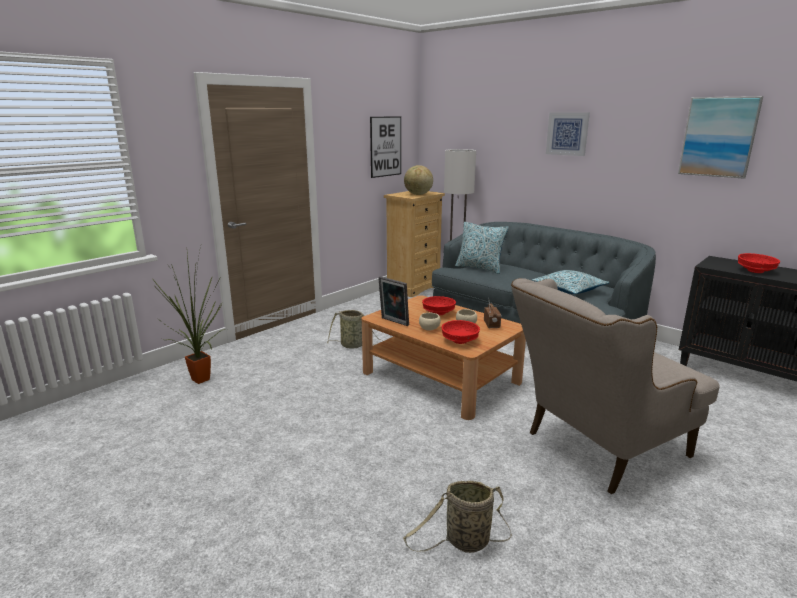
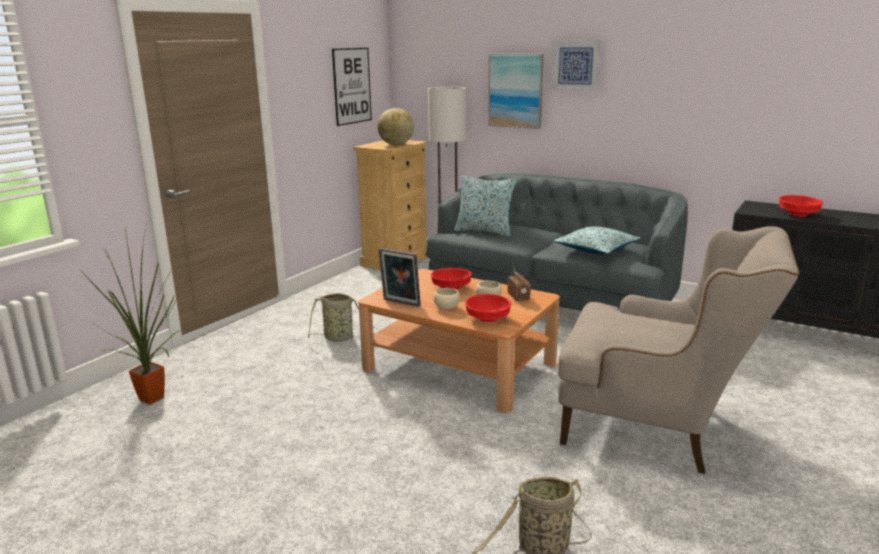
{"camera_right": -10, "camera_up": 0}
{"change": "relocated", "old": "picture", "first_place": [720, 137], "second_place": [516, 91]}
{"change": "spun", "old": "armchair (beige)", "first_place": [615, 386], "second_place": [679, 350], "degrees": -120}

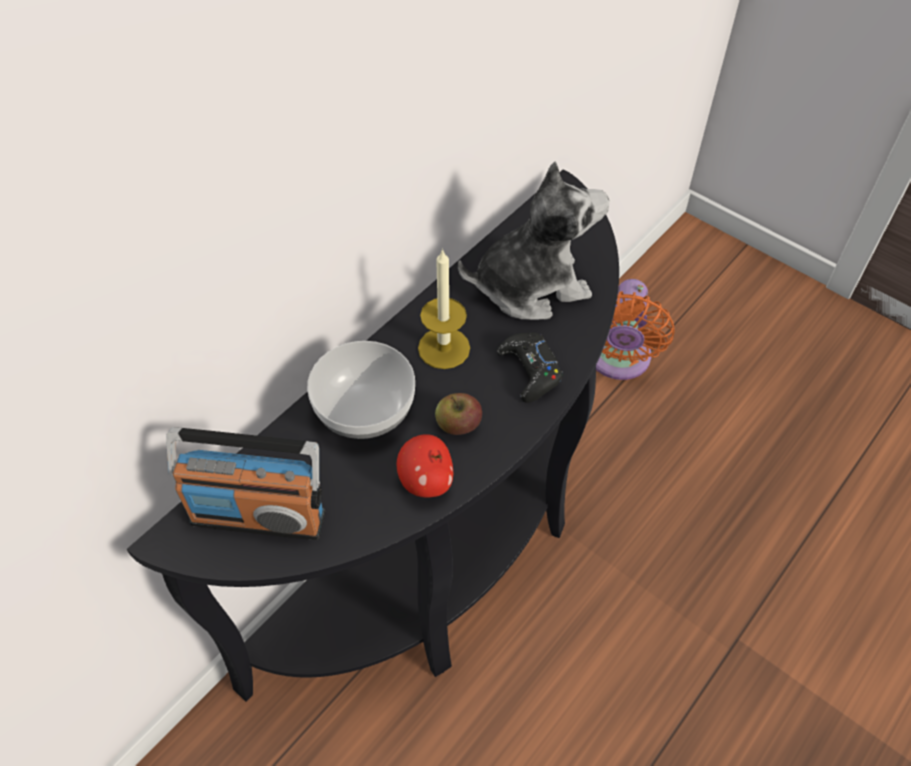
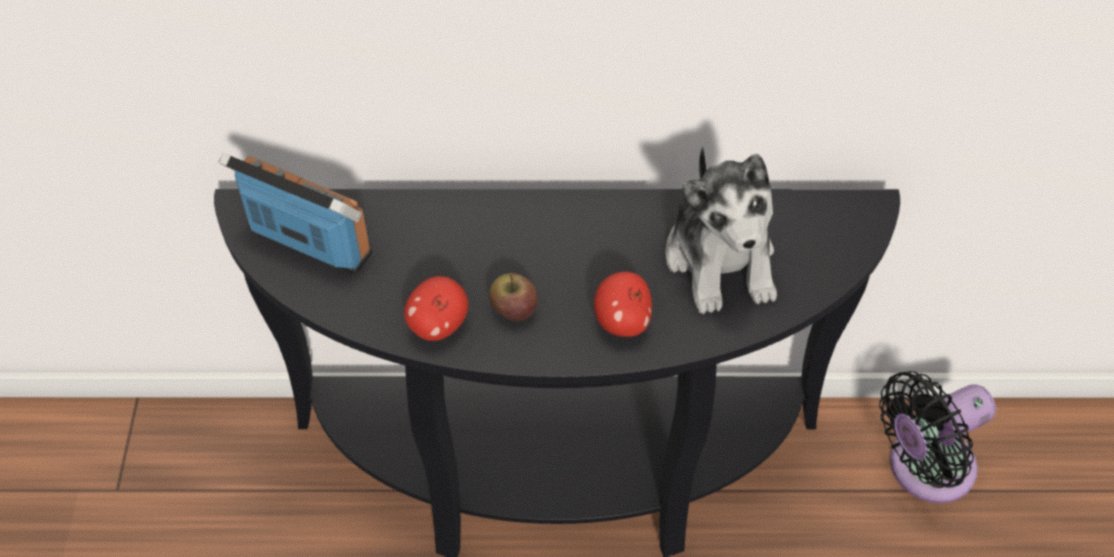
{"camera_right": 50, "camera_up": 0}
{"change": "spun", "old": "radio", "first_place": [245, 483], "second_place": [295, 214], "degrees": 150}
{"change": "exchanged", "old": "game controller (black)", "new": "apple", "first_place": [530, 367], "second_place": [623, 304]}
{"change": "spun", "old": "plush toy", "first_place": [533, 241], "second_place": [721, 230], "degrees": 45}
{"change": "colour", "old": "fan (orange)", "new": "fan (black)", "first_place": [635, 329], "second_place": [937, 437]}
{"change": "missing", "old": "bowl", "first_place": [361, 390]}
{"change": "missing", "old": "candle", "first_place": [444, 308]}

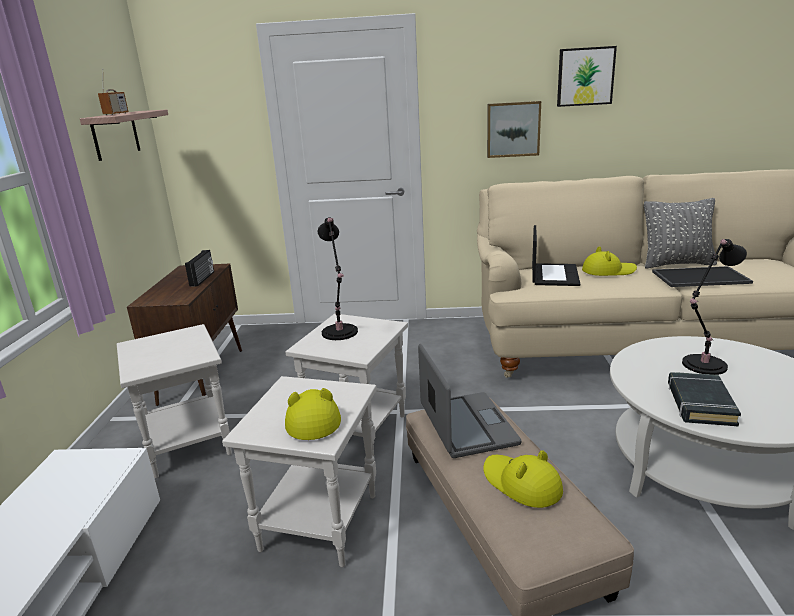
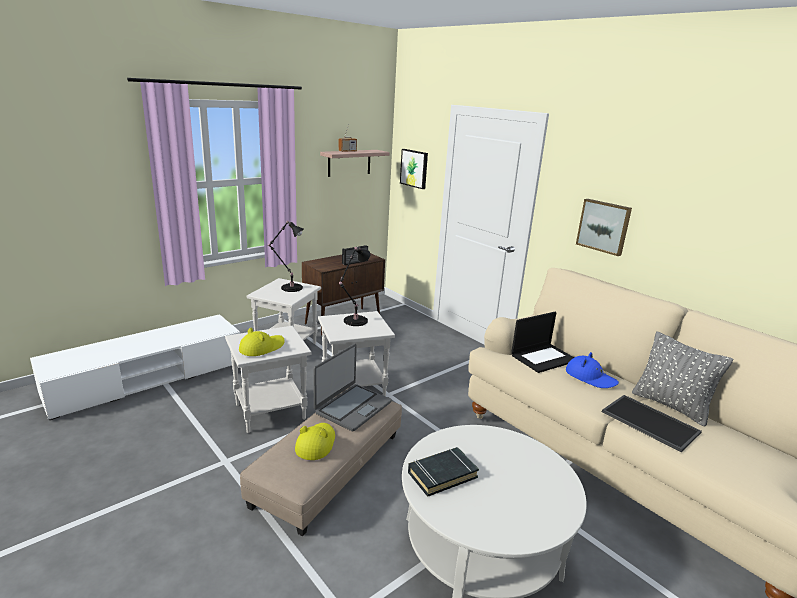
{"camera_right": 45, "camera_up": 0}
{"change": "relocated", "old": "table lamp (black)", "first_place": [714, 307], "second_place": [286, 256]}
{"change": "relocated", "old": "picture", "first_place": [587, 76], "second_place": [414, 169]}
{"change": "colour", "old": "hat (yellow)", "new": "hat (blue)", "first_place": [609, 261], "second_place": [592, 370]}

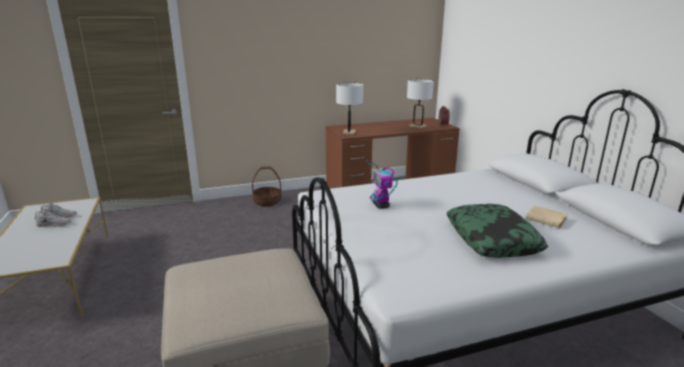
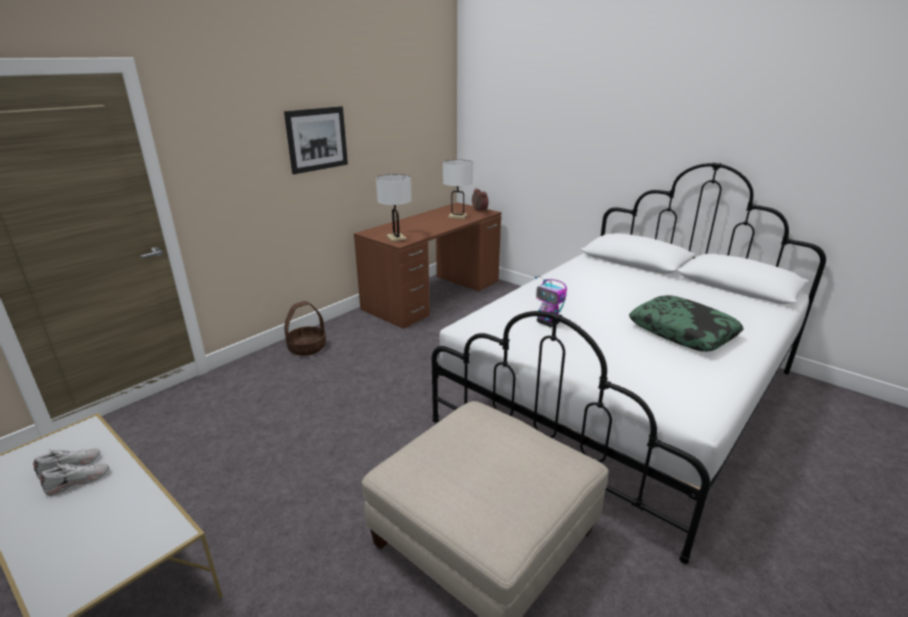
{"camera_right": -30, "camera_up": 5}
{"change": "appeared", "new": "picture", "second_place": [316, 140]}
{"change": "missing", "old": "book (beige)", "first_place": [546, 216]}

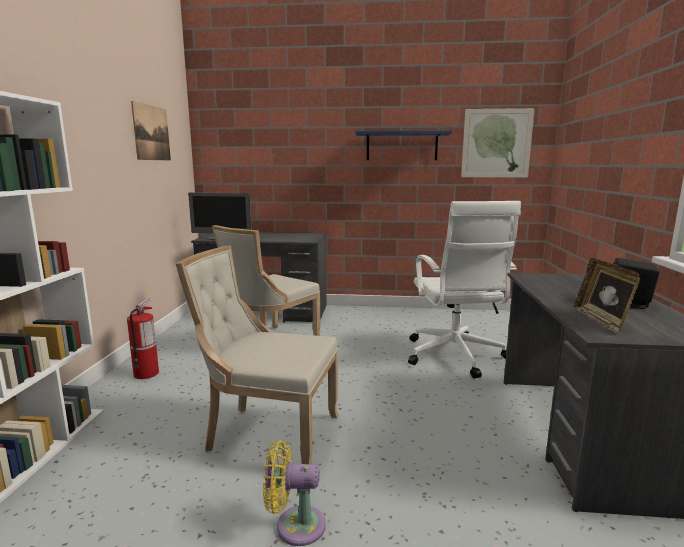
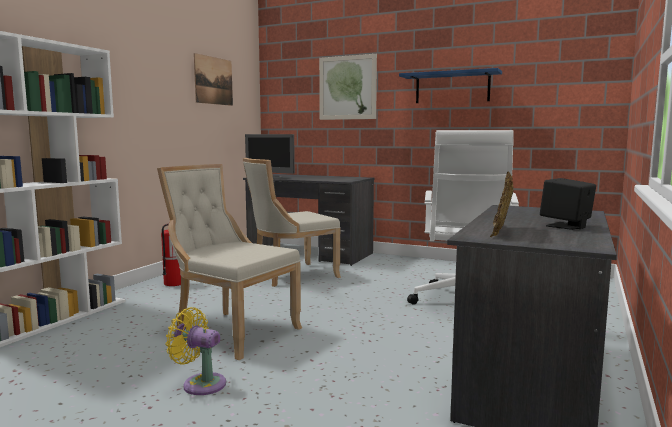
{"camera_right": 20, "camera_up": -5}
{"change": "relocated", "old": "picture", "first_place": [498, 142], "second_place": [348, 87]}

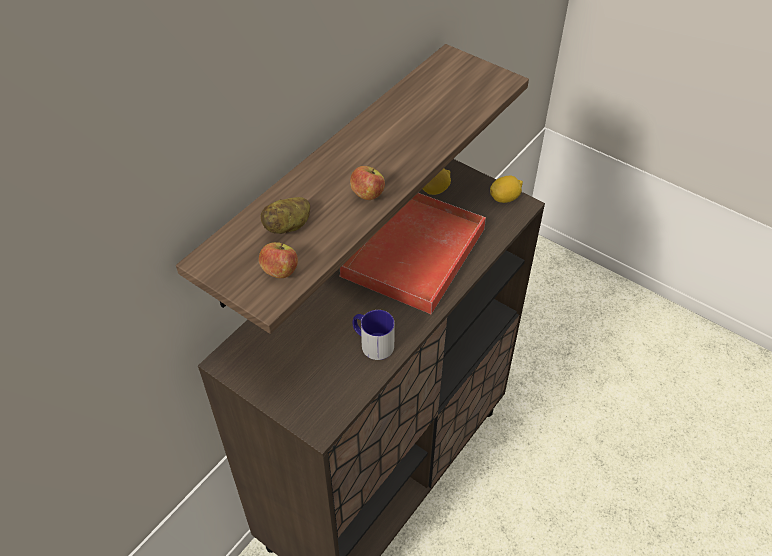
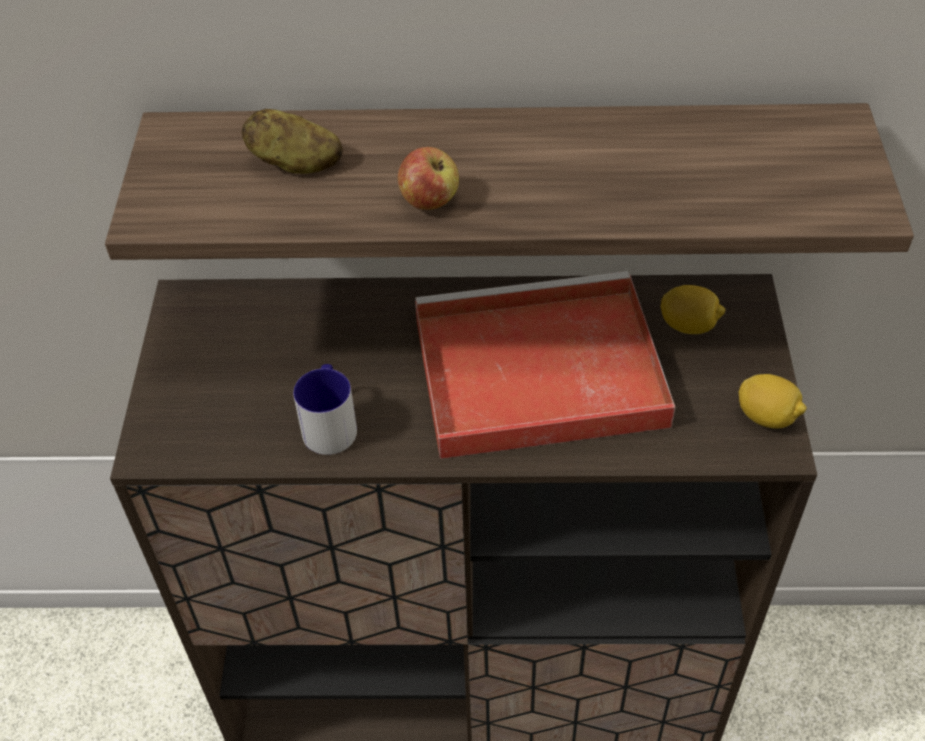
{"camera_right": 55, "camera_up": 0}
{"change": "missing", "old": "apple", "first_place": [278, 260]}

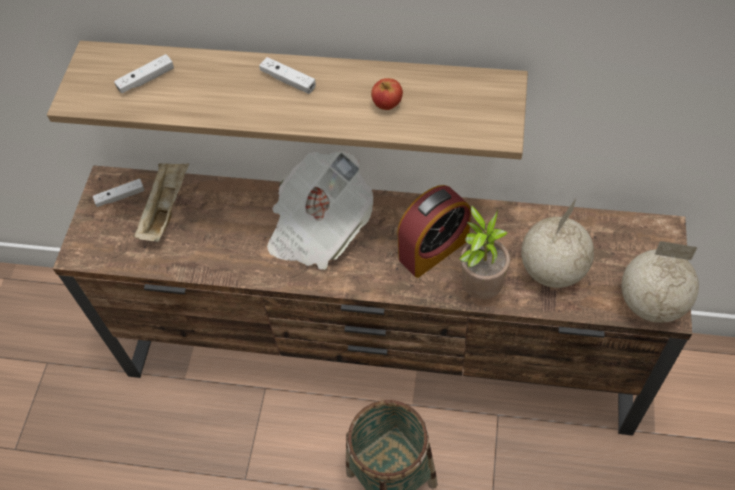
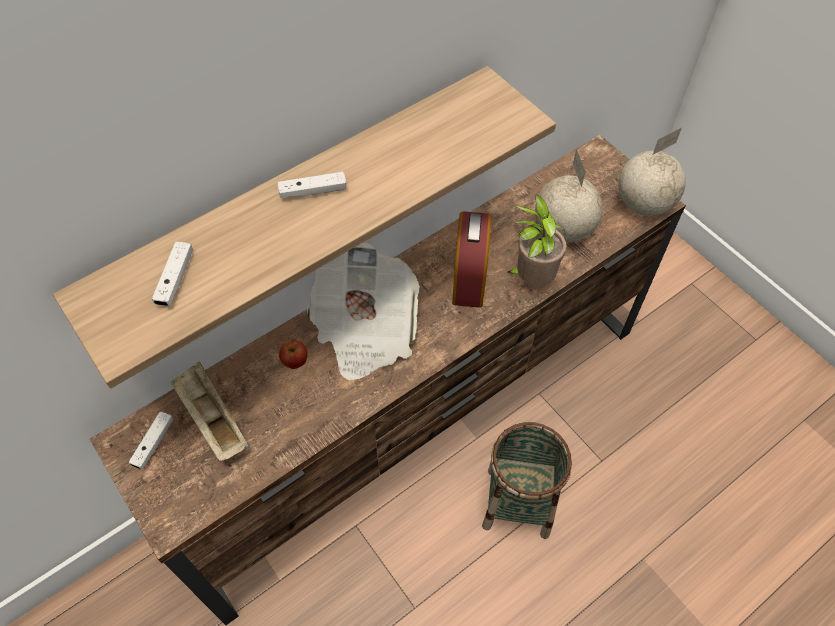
{"camera_right": -50, "camera_up": 0}
{"change": "relocated", "old": "apple", "first_place": [387, 94], "second_place": [293, 354]}

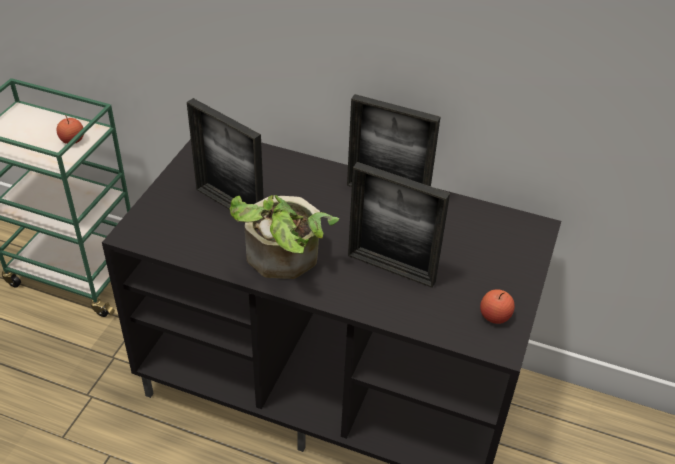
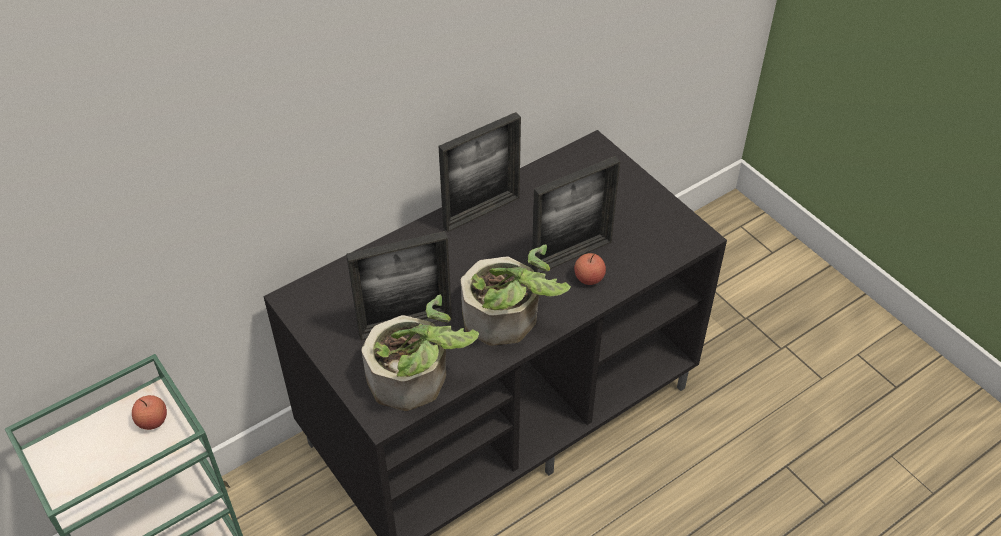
{"camera_right": -55, "camera_up": 5}
{"change": "appeared", "new": "potted plant", "second_place": [420, 352]}
{"change": "relocated", "old": "apple", "first_place": [497, 306], "second_place": [590, 269]}

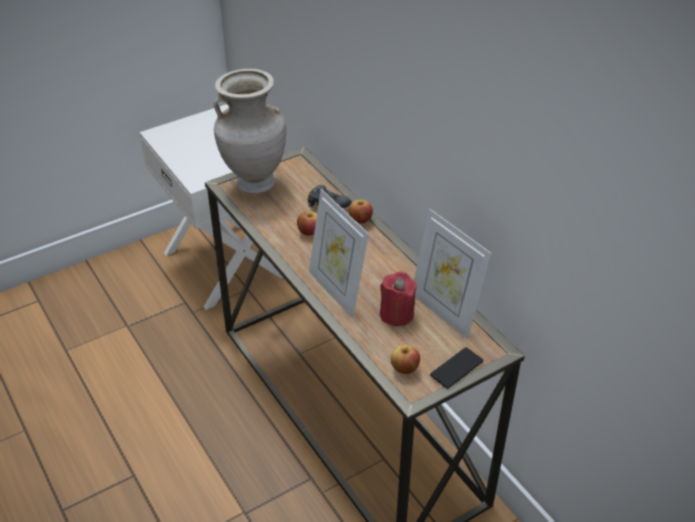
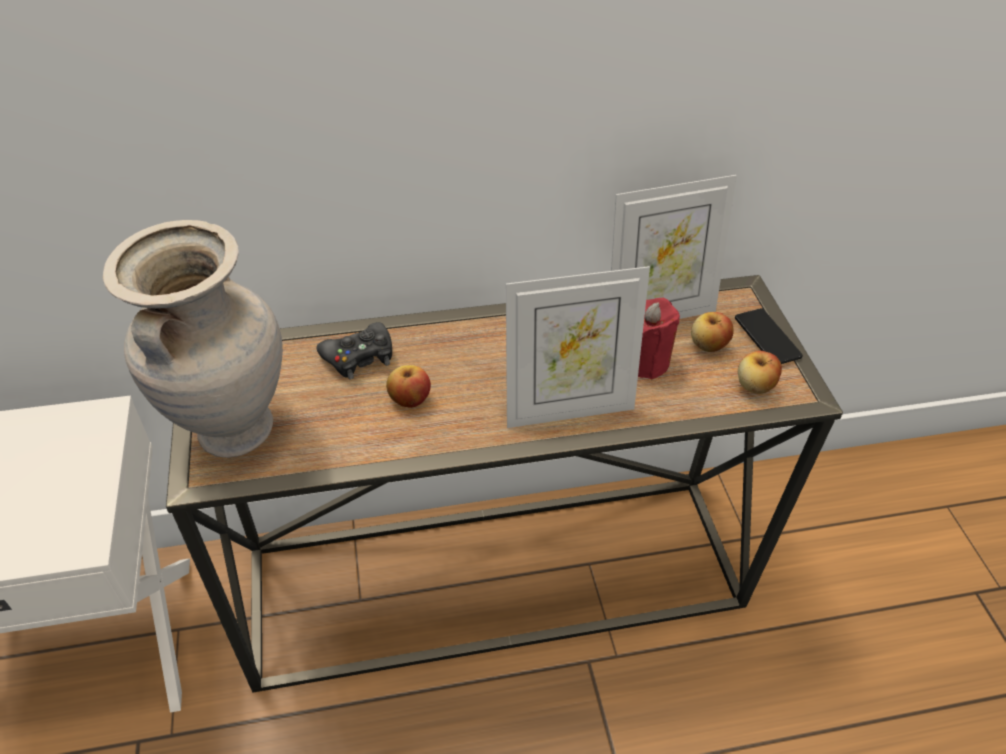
{"camera_right": -70, "camera_up": 5}
{"change": "relocated", "old": "apple", "first_place": [360, 212], "second_place": [712, 332]}

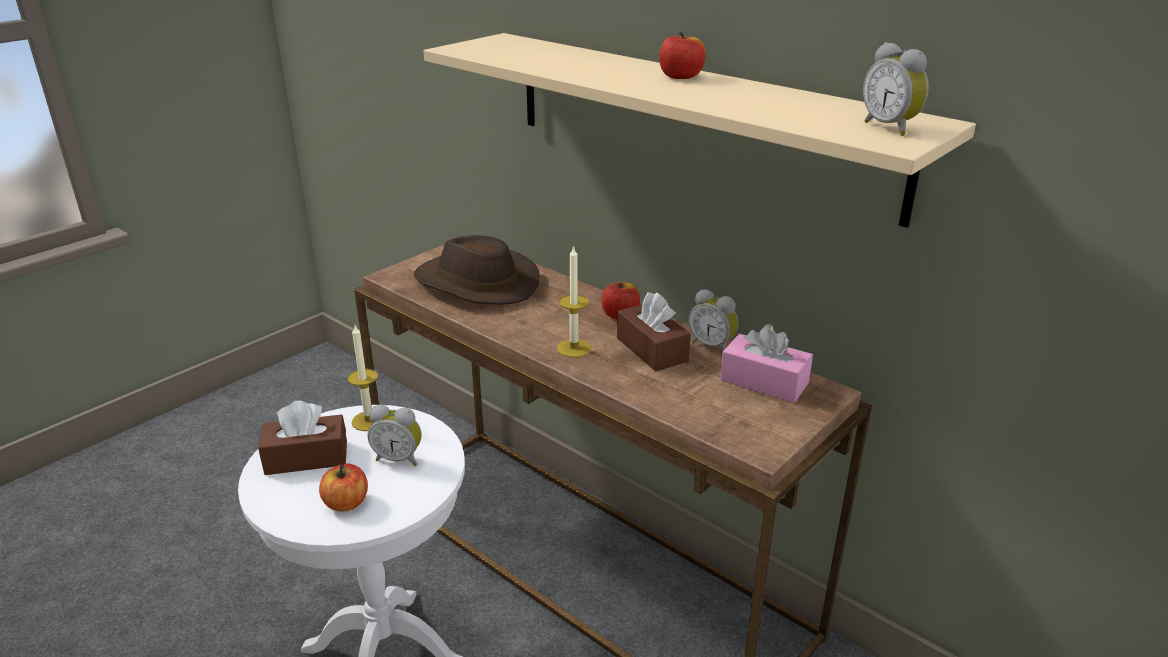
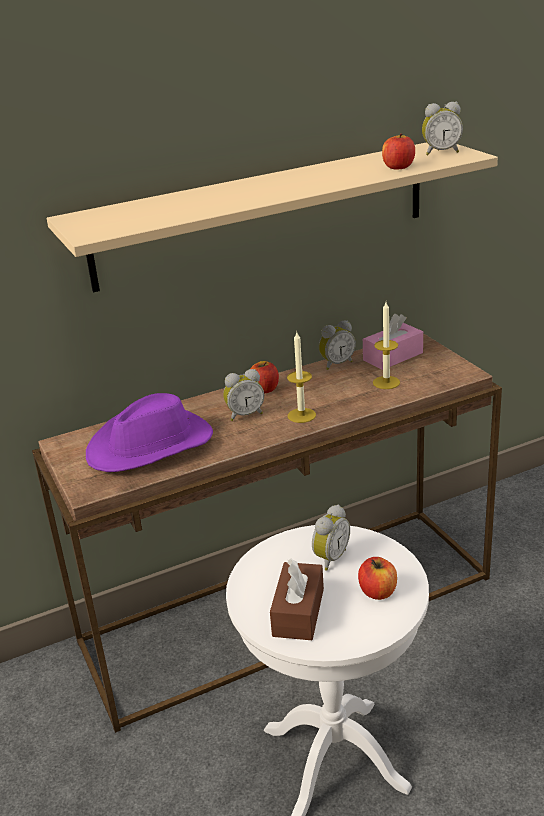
{"camera_right": -65, "camera_up": 0}
{"change": "colour", "old": "hat (brown)", "new": "hat (purple)", "first_place": [477, 270], "second_place": [149, 432]}
{"change": "appeared", "new": "alarm clock", "second_place": [243, 395]}
{"change": "relocated", "old": "candle", "first_place": [362, 378], "second_place": [386, 345]}
{"change": "relocated", "old": "apple", "first_place": [682, 55], "second_place": [398, 152]}
{"change": "missing", "old": "tissue box (brown)", "first_place": [654, 332]}

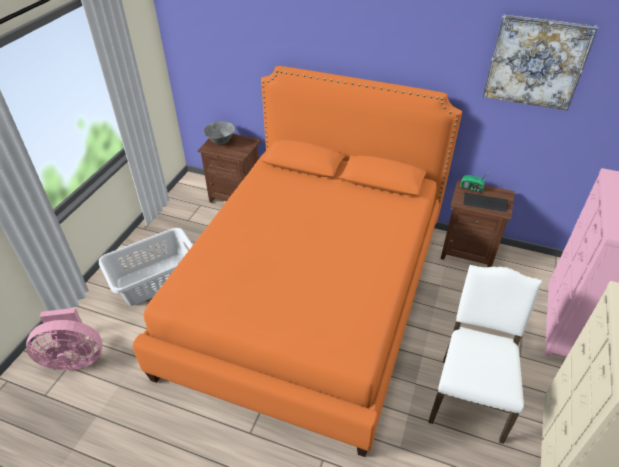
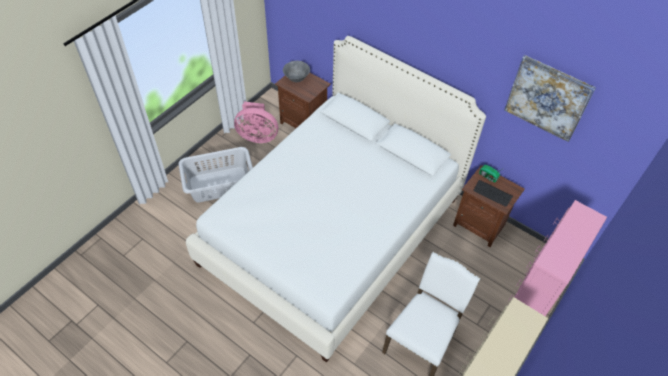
{"camera_right": 15, "camera_up": 10}
{"change": "colour", "old": "bed (orange)", "new": "bed (white)", "first_place": [297, 261], "second_place": [336, 199]}
{"change": "relocated", "old": "fan (pink)", "first_place": [64, 339], "second_place": [256, 122]}

